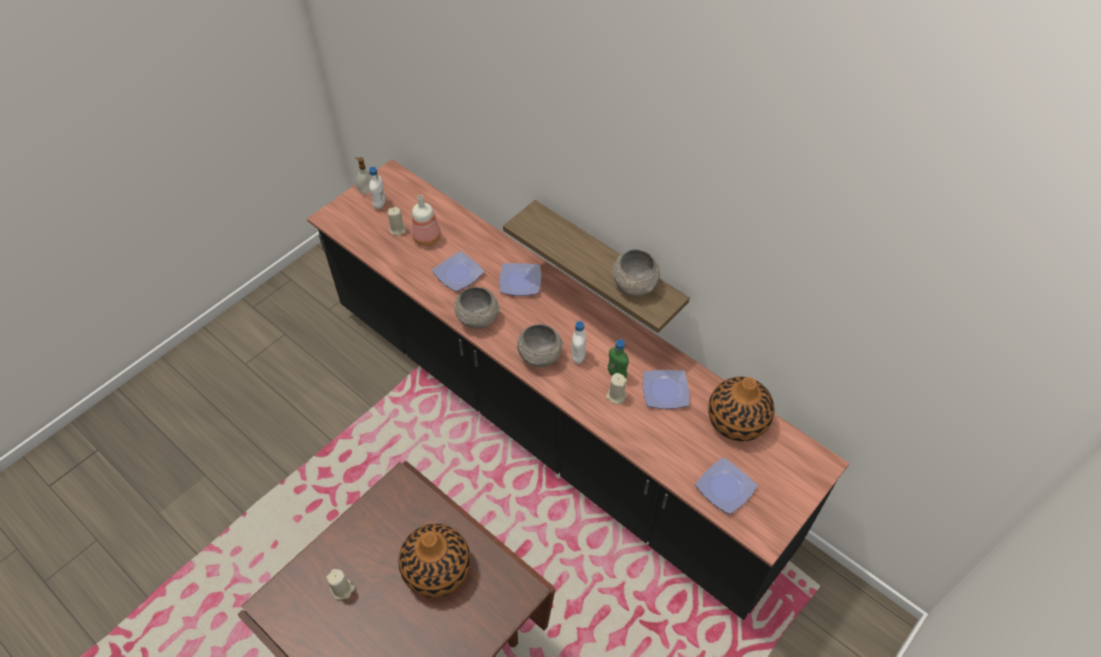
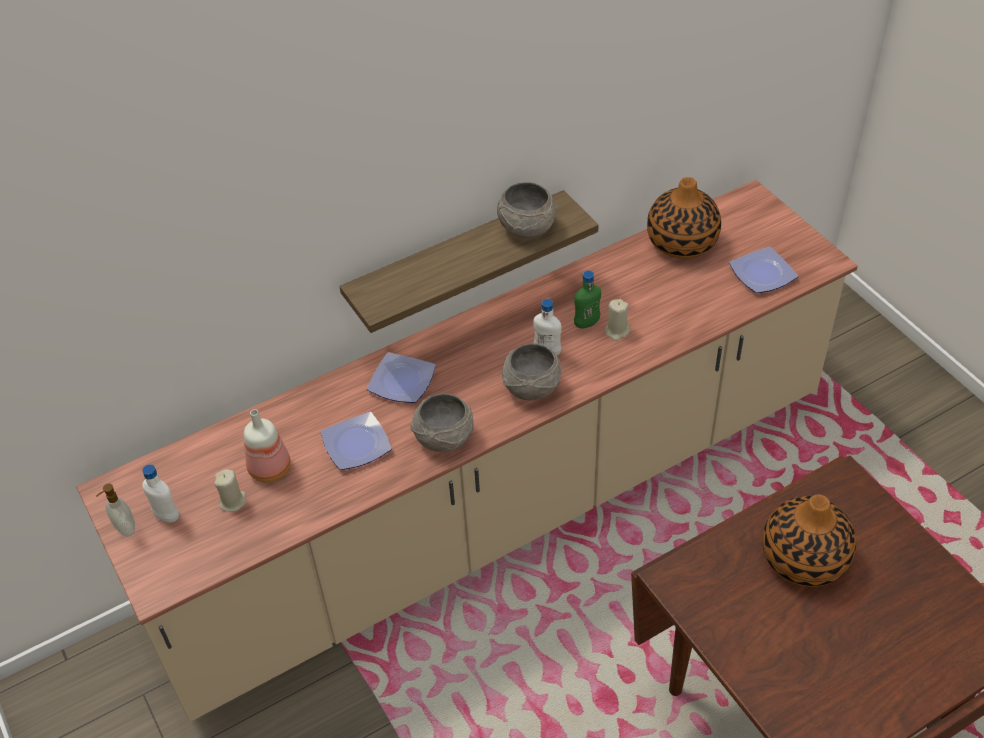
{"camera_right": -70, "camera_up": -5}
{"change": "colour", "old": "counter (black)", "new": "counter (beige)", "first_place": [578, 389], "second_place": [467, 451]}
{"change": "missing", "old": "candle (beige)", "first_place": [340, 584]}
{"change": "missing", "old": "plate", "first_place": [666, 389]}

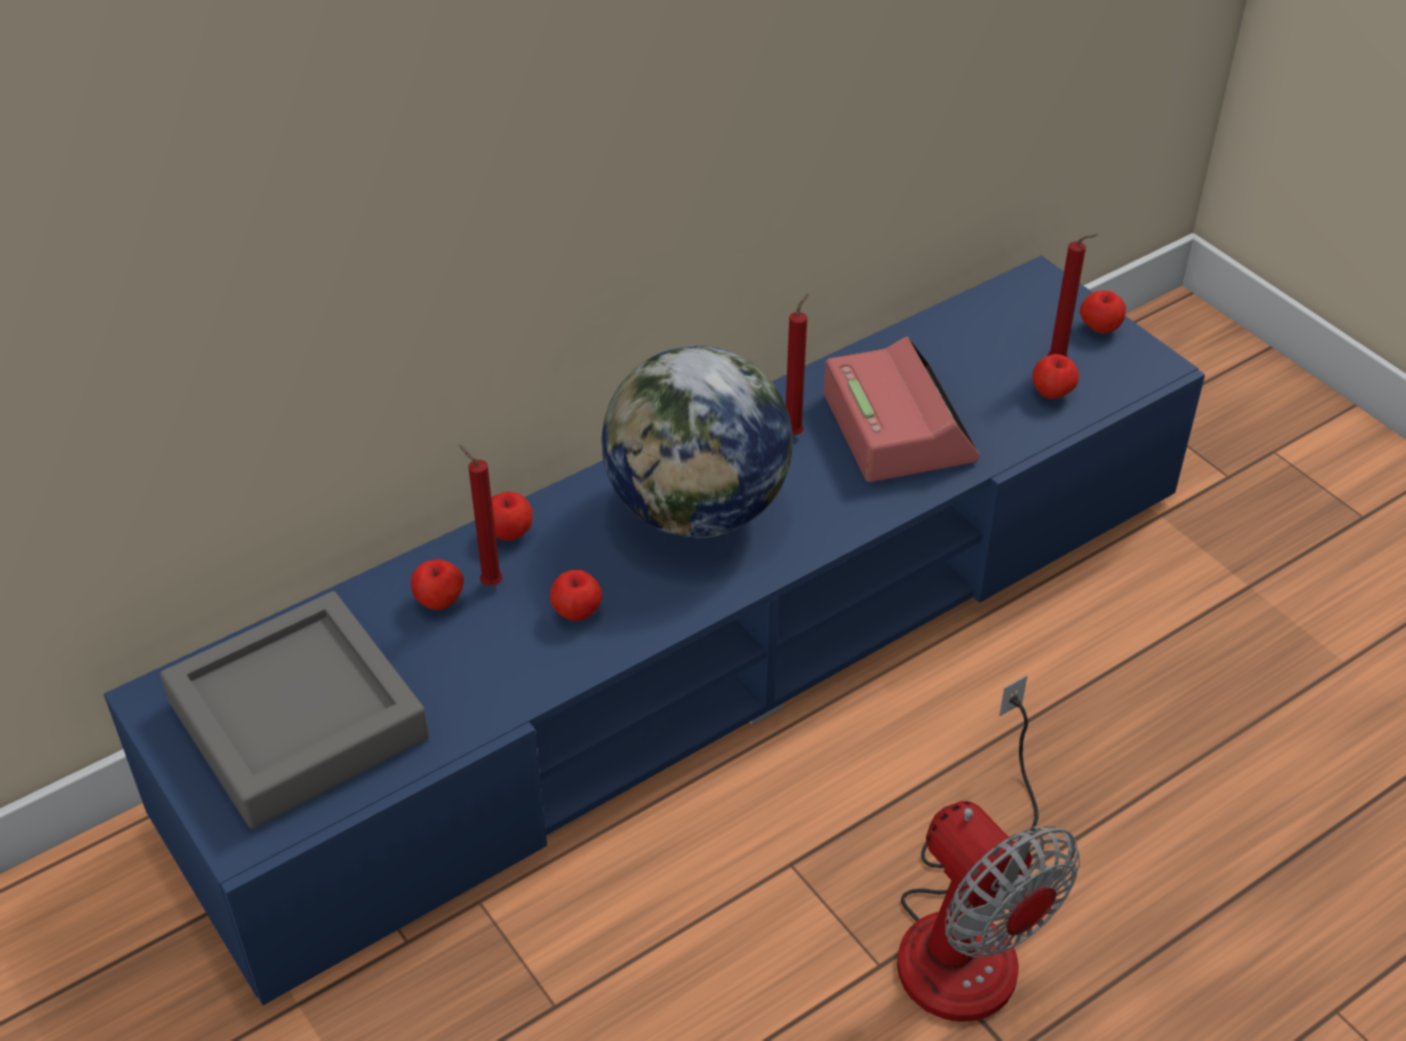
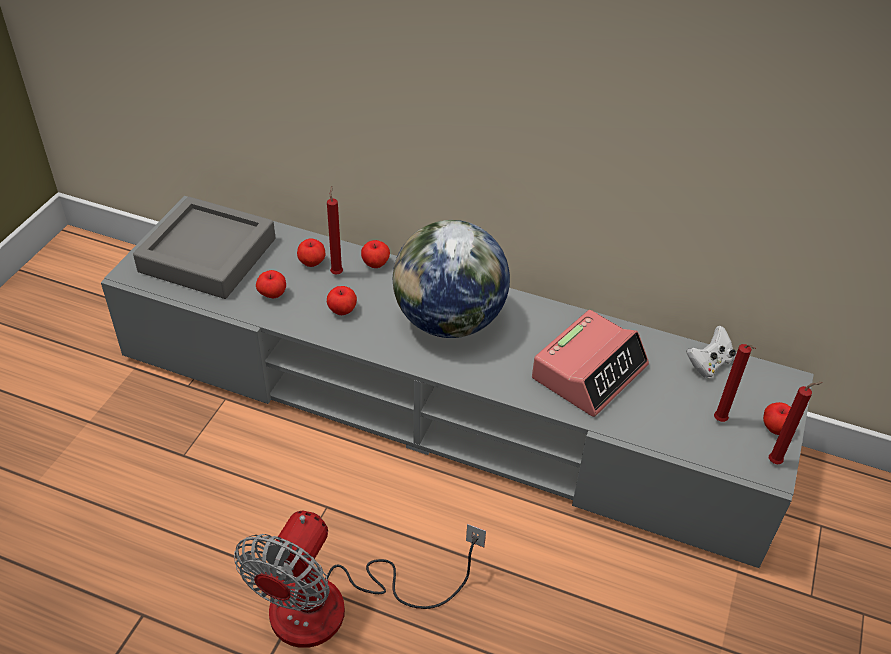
{"camera_right": 55, "camera_up": 0}
{"change": "colour", "old": "tv stand (blue)", "new": "tv stand (grey)", "first_place": [654, 630], "second_place": [457, 382]}
{"change": "relocated", "old": "apple", "first_place": [1056, 376], "second_place": [271, 284]}
{"change": "appeared", "new": "game controller (white)", "second_place": [711, 352]}
{"change": "relocated", "old": "candle (red)", "first_place": [797, 364], "second_place": [796, 423]}

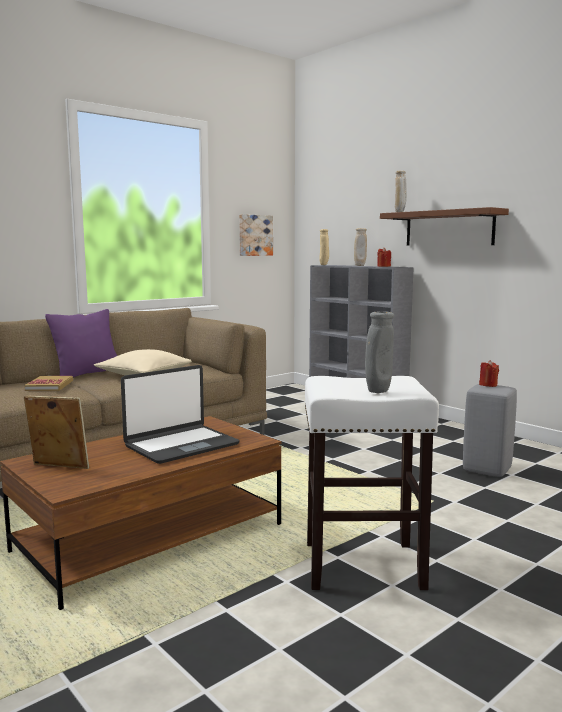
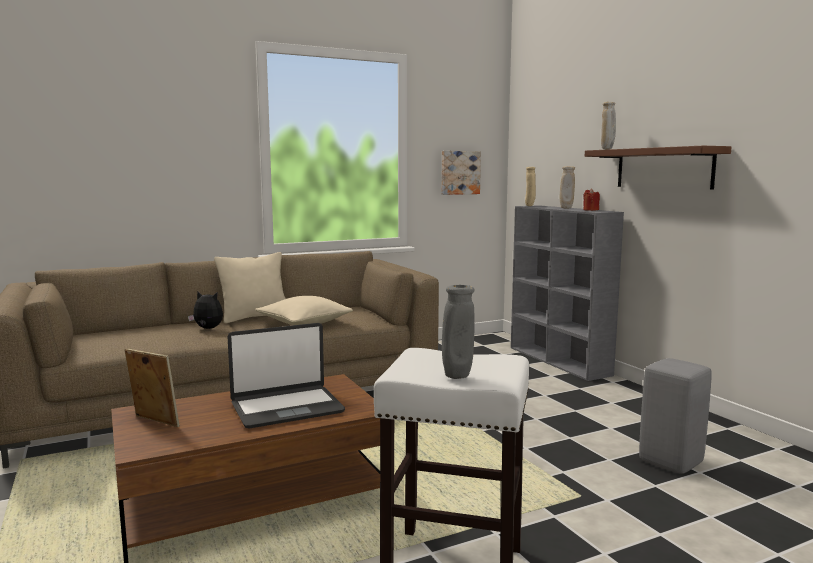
{"camera_right": 15, "camera_up": 0}
{"change": "exchanged", "old": "book", "new": "plush toy", "first_place": [48, 383], "second_place": [205, 310]}
{"change": "colour", "old": "pillow (purple)", "new": "pillow (beige)", "first_place": [81, 343], "second_place": [250, 287]}
{"change": "missing", "old": "candle (red)", "first_place": [489, 373]}

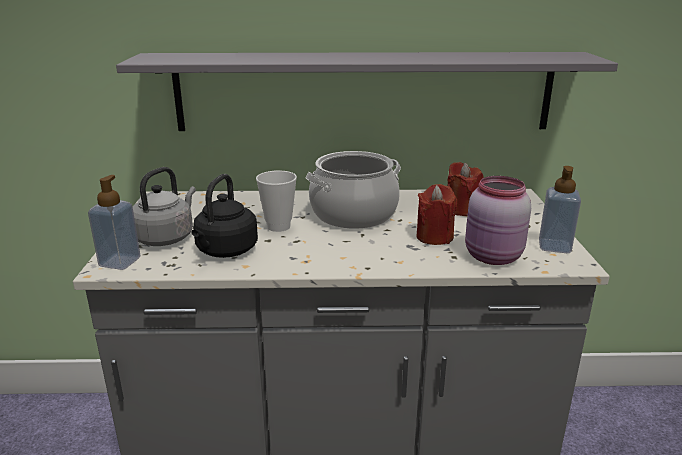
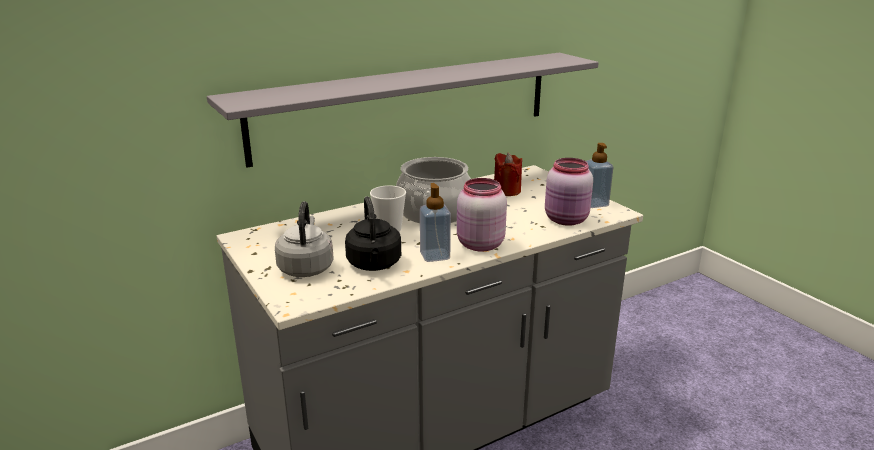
{"camera_right": -30, "camera_up": 0}
{"change": "relocated", "old": "soap dispenser", "first_place": [114, 222], "second_place": [435, 222]}
{"change": "appeared", "new": "jar (pink)", "second_place": [482, 215]}
{"change": "missing", "old": "candle (red)", "first_place": [436, 214]}

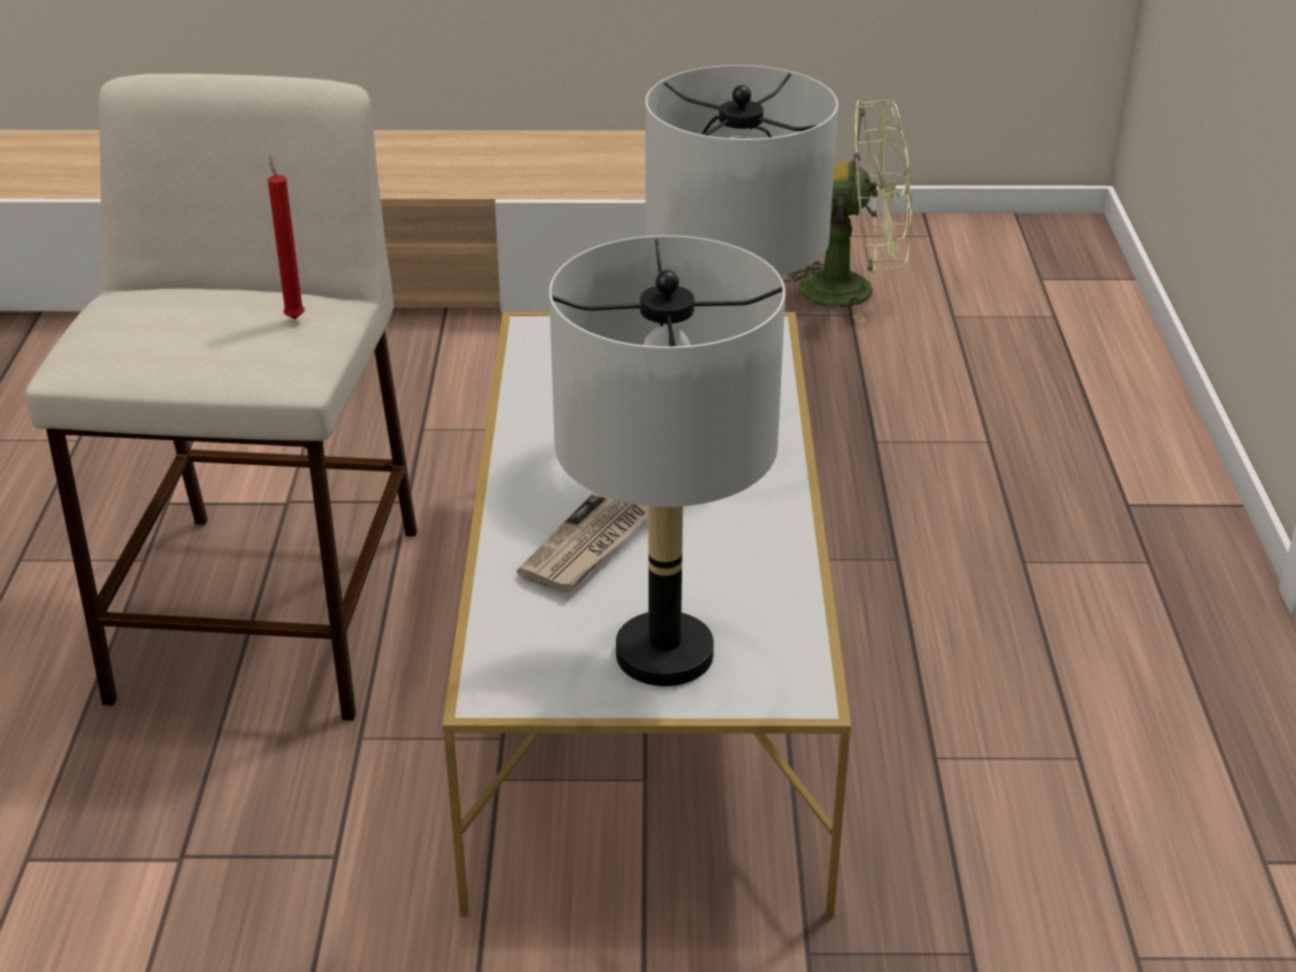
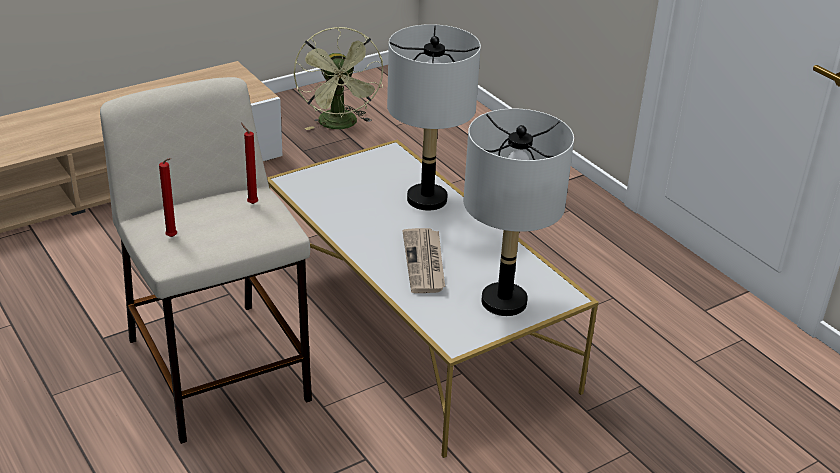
{"camera_right": -35, "camera_up": 0}
{"change": "appeared", "new": "candle (red)", "second_place": [168, 197]}
{"change": "spun", "old": "fan (green)", "first_place": [847, 211], "second_place": [338, 78], "degrees": 105}

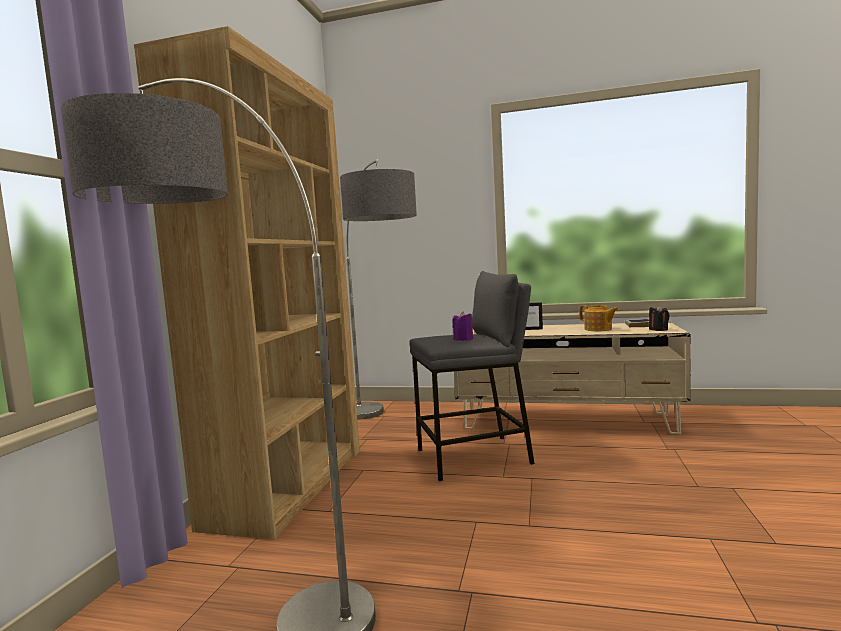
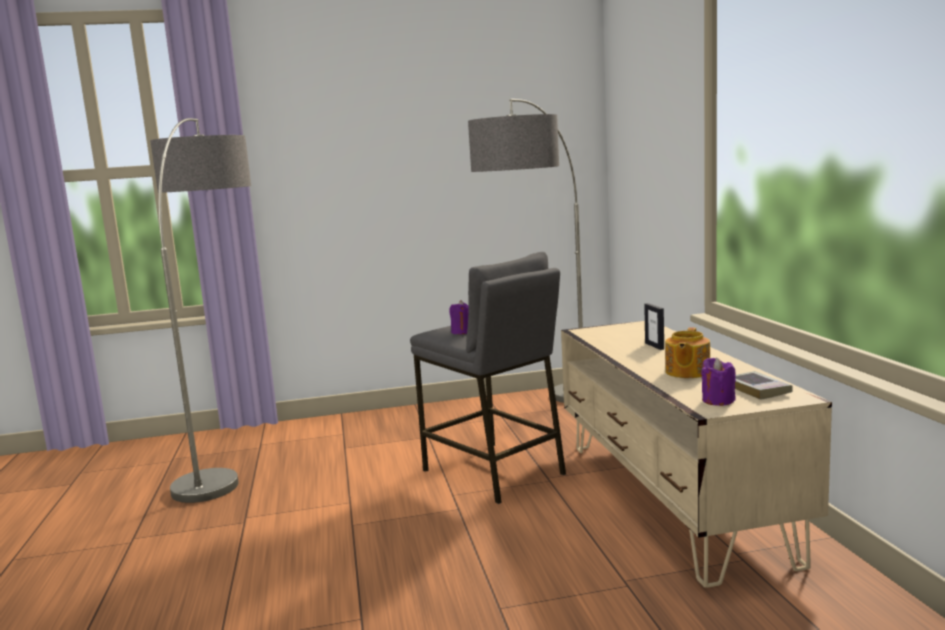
{"camera_right": 65, "camera_up": 5}
{"change": "colour", "old": "candle (black)", "new": "candle (purple)", "first_place": [659, 318], "second_place": [718, 382]}
{"change": "missing", "old": "bookcase (brown)", "first_place": [247, 282]}

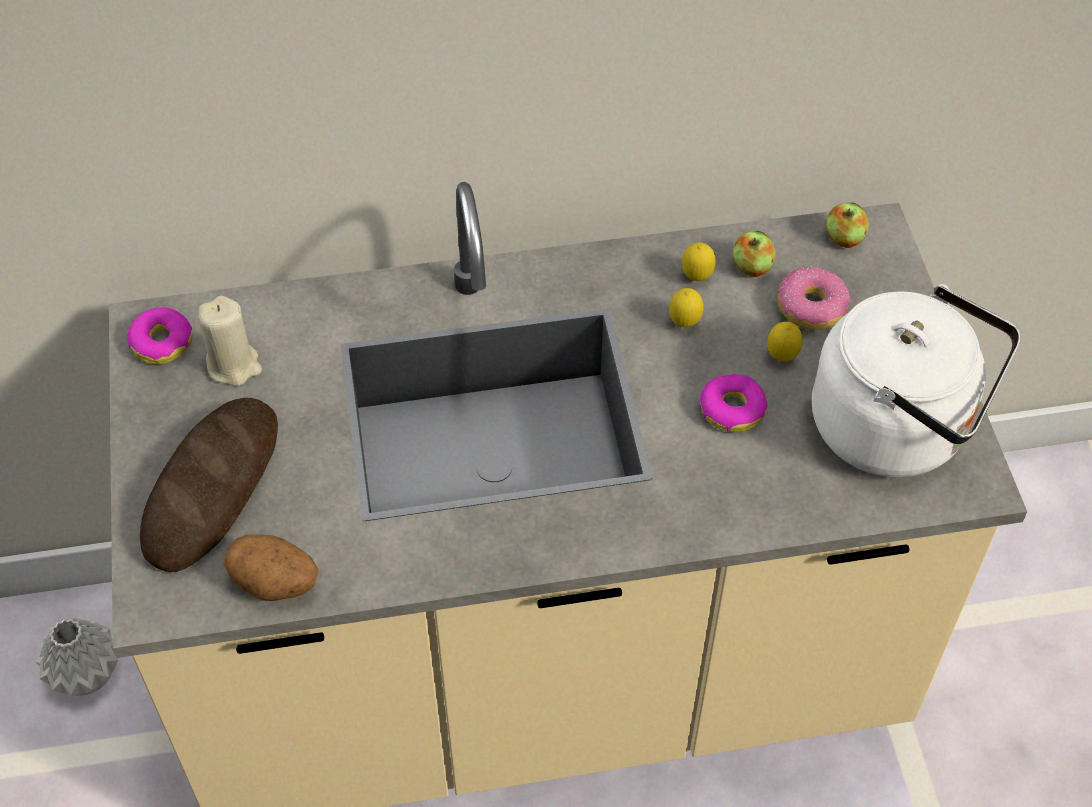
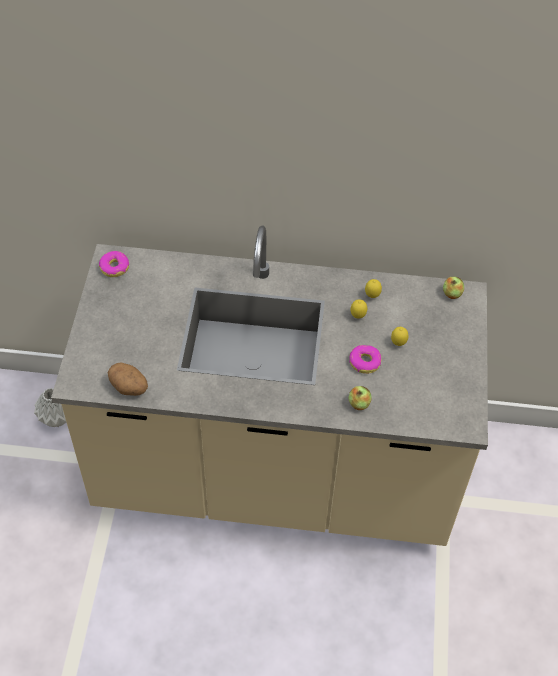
{"camera_right": 15, "camera_up": 0}
{"change": "relocated", "old": "apple", "first_place": [754, 254], "second_place": [360, 398]}
{"change": "missing", "old": "bread", "first_place": [209, 485]}
{"change": "missing", "old": "candle (beige)", "first_place": [230, 341]}
{"change": "missing", "old": "donut", "first_place": [813, 298]}
{"change": "missing", "old": "kettle (white)", "first_place": [916, 380]}

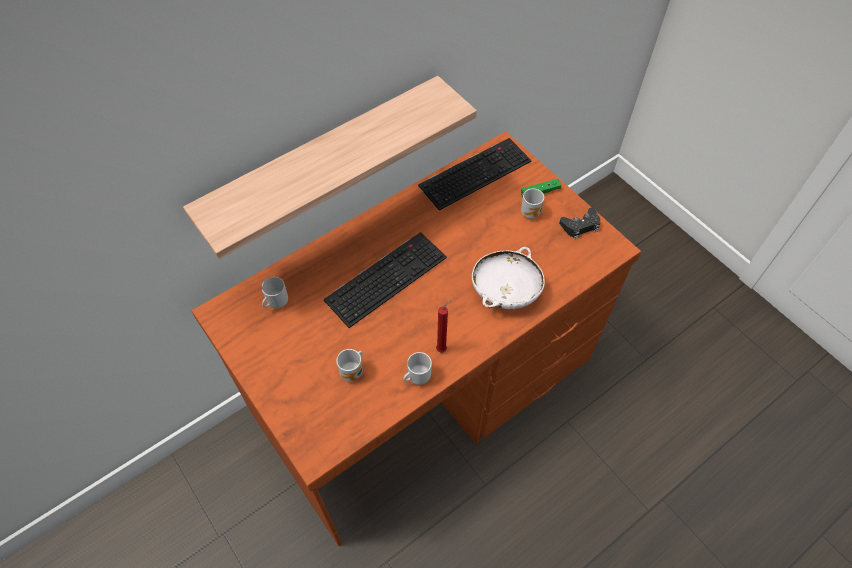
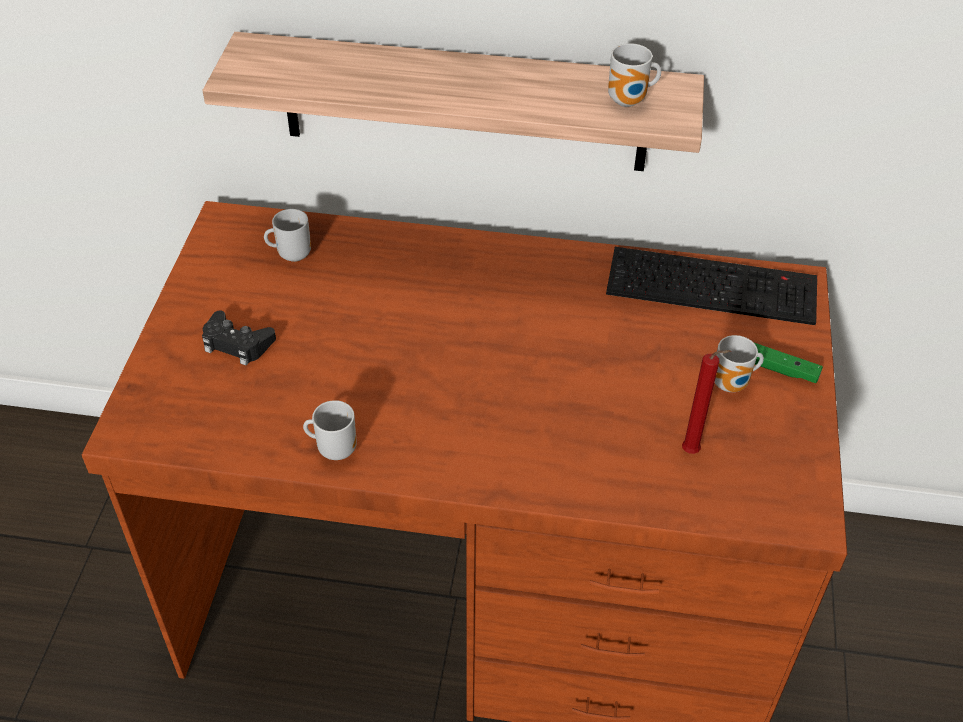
{"camera_right": 45, "camera_up": -10}
{"change": "relocated", "old": "game controller (black)", "first_place": [579, 223], "second_place": [239, 338]}
{"change": "relocated", "old": "mug", "first_place": [349, 365], "second_place": [634, 75]}
{"change": "relocated", "old": "candle (red)", "first_place": [444, 327], "second_place": [706, 402]}
{"change": "missing", "old": "keyboard", "first_place": [385, 280]}
{"change": "missing", "old": "bowl (white)", "first_place": [508, 278]}

